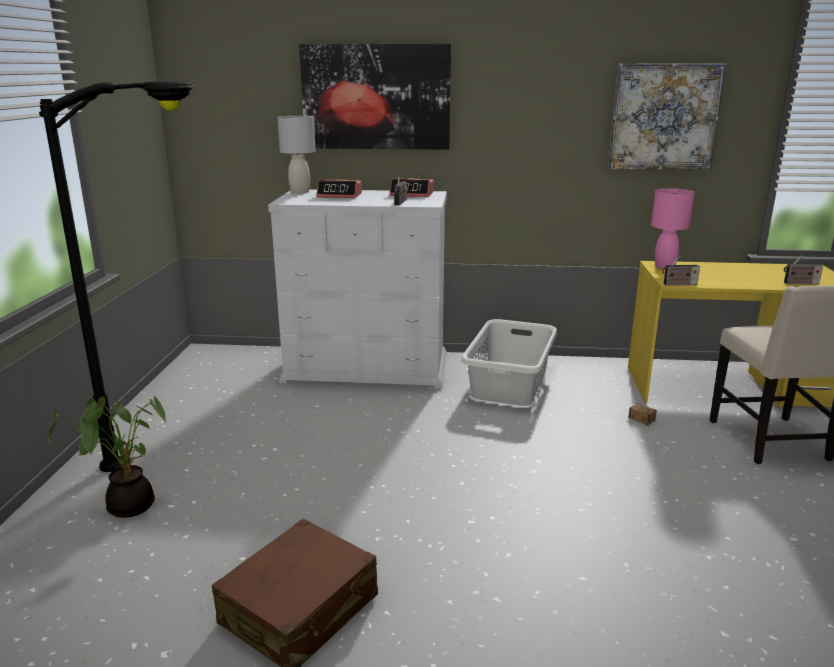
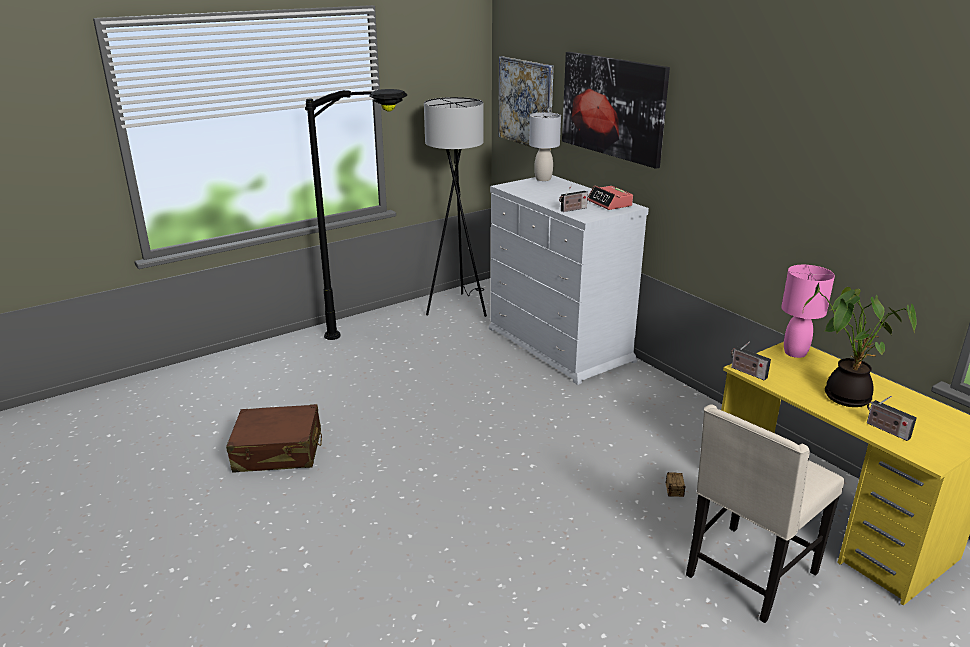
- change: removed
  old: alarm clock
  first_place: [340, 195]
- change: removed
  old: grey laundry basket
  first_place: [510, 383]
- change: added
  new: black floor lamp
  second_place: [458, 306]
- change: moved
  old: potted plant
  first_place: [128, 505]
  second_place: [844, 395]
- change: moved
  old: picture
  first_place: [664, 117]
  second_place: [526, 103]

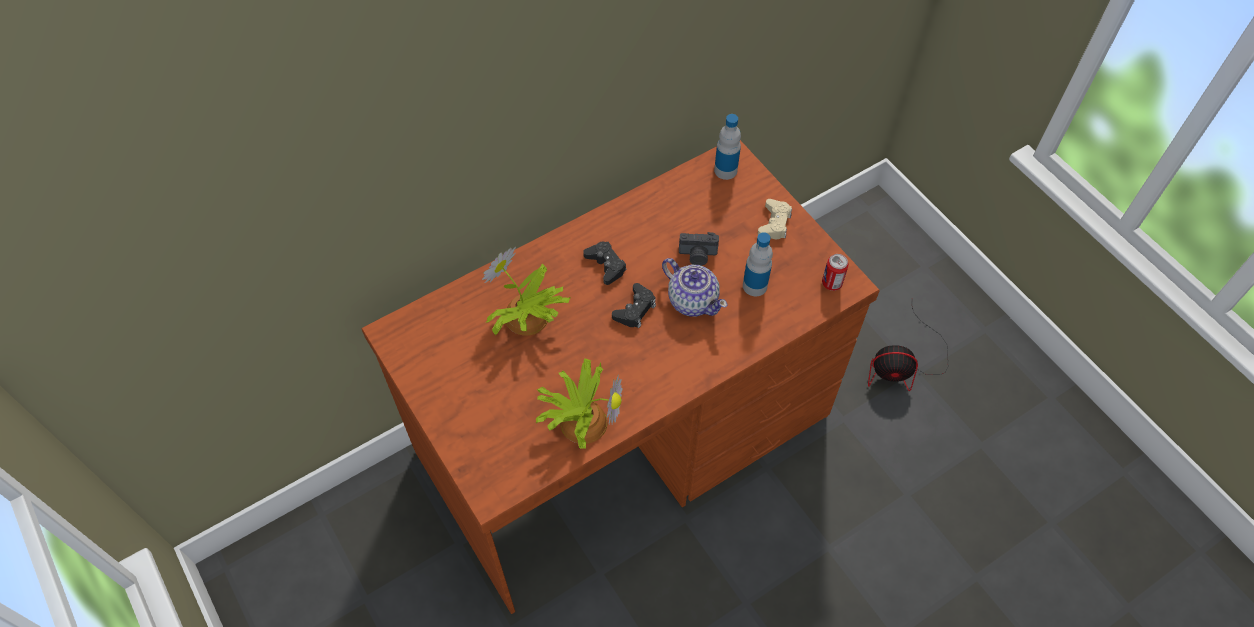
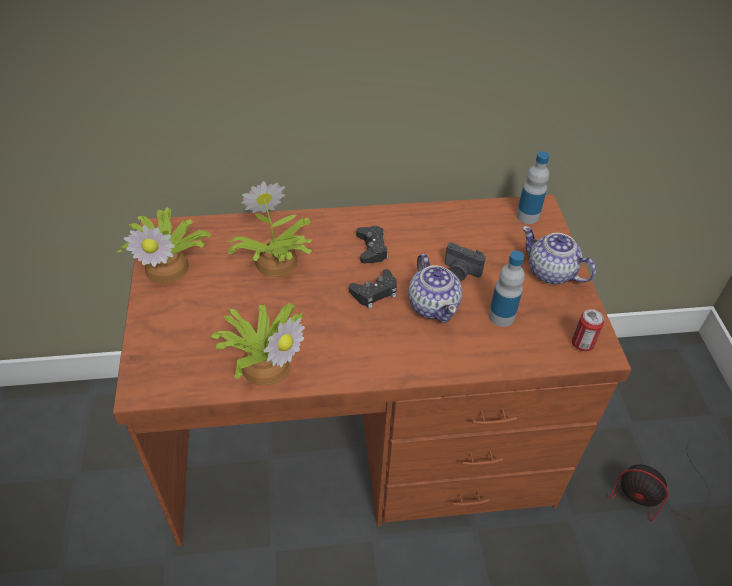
- change: added
  new: potted plant
  second_place: [169, 265]
- change: replaced
  old: beige game controller
  new: teapot
  first_place: [774, 223]
  second_place: [551, 273]

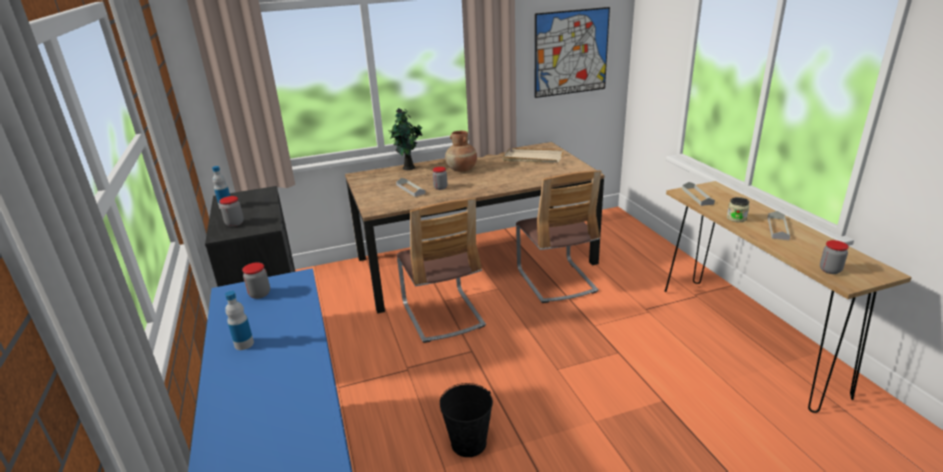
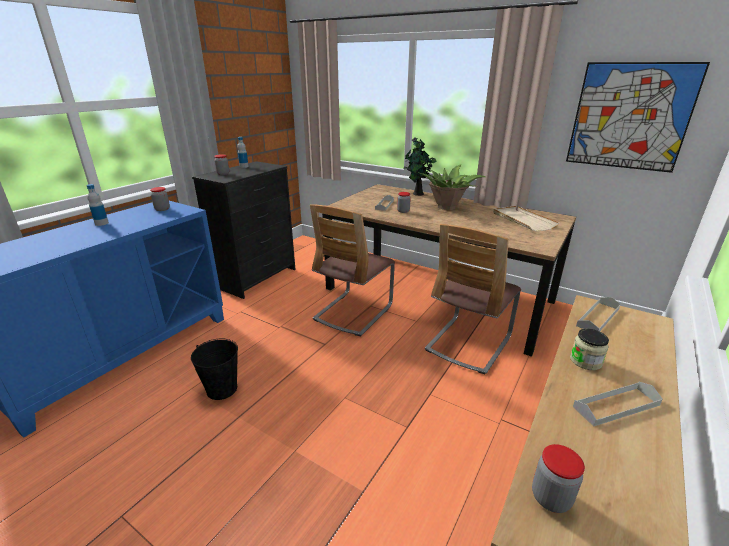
- change: replaced
  old: brown vase
  new: potted plant
  first_place: [461, 169]
  second_place: [447, 207]

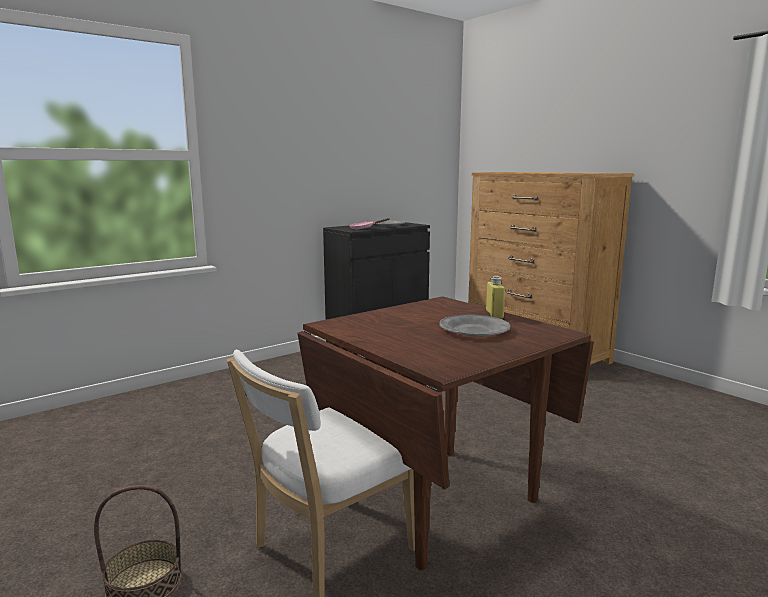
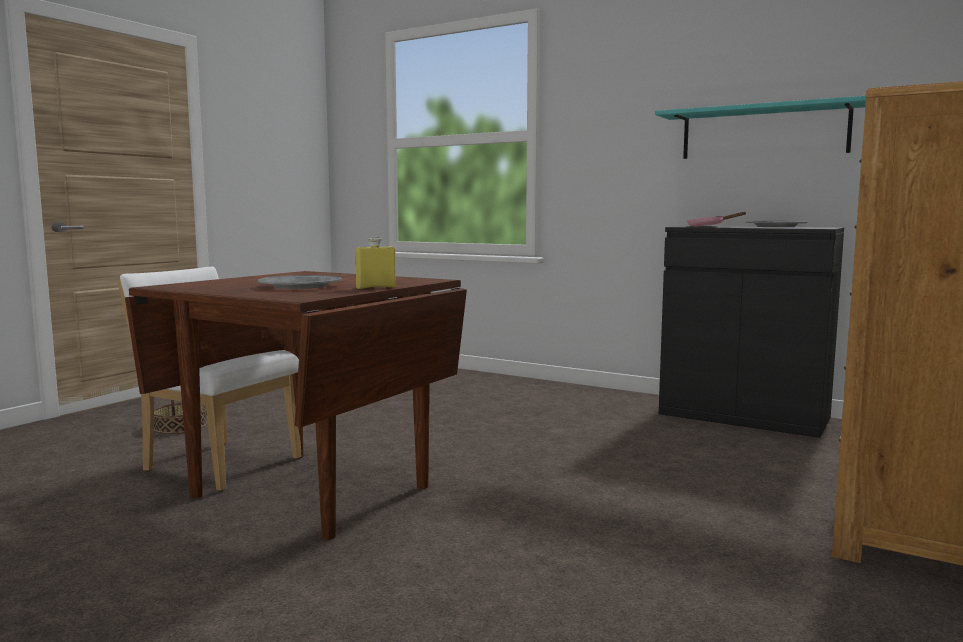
- change: added
  new: turquoise shelf
  second_place: [763, 132]

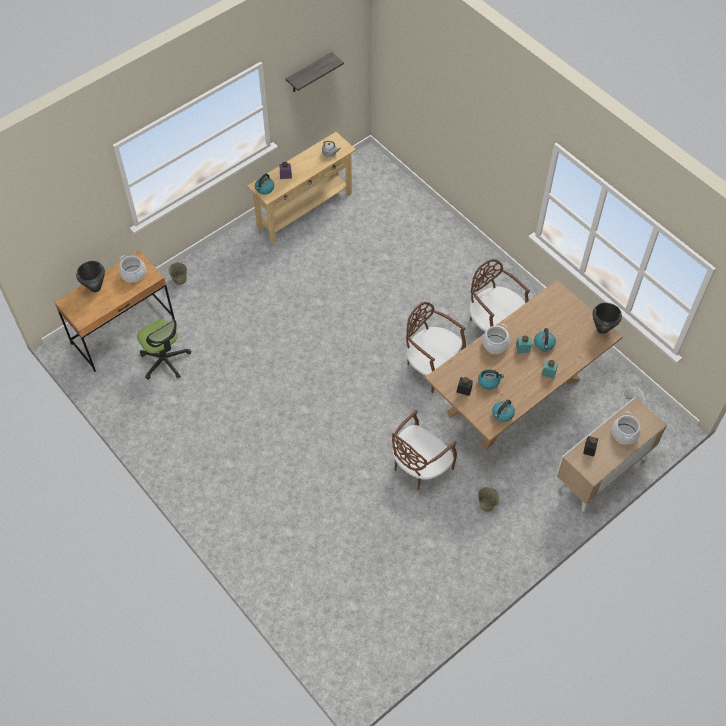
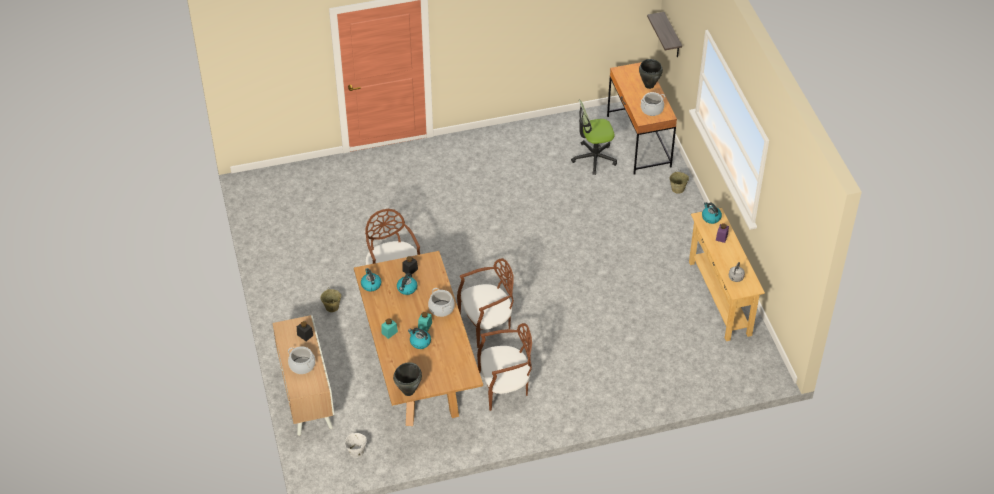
- change: moved
  old: shelf
  first_place: [309, 73]
  second_place: [672, 36]

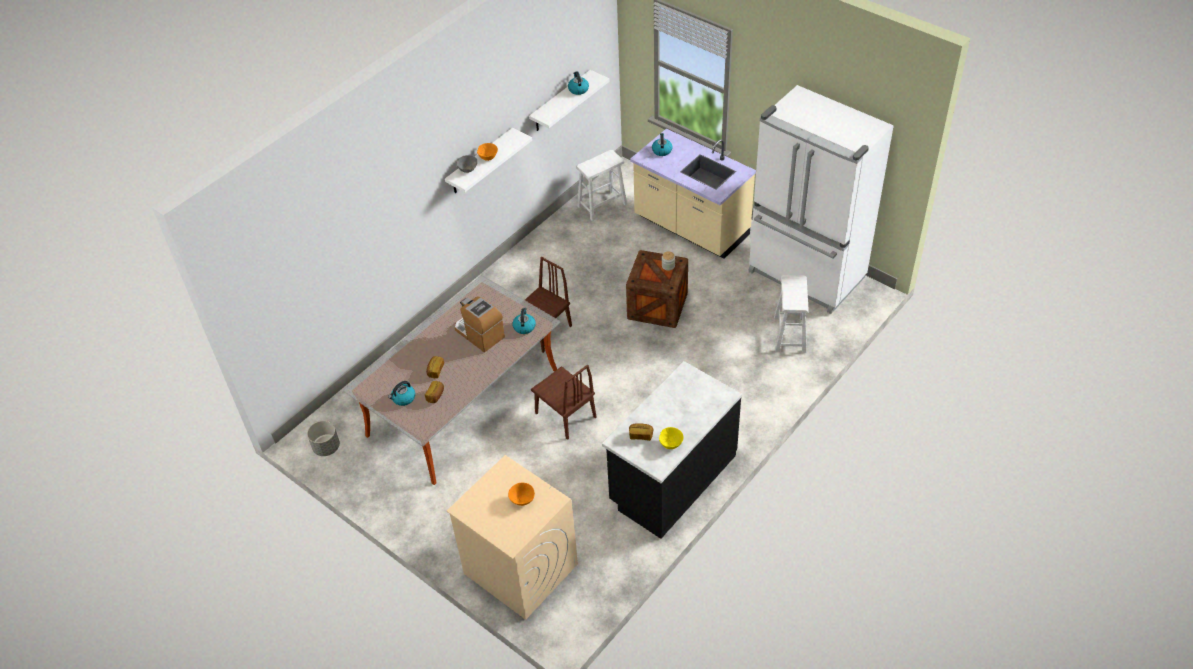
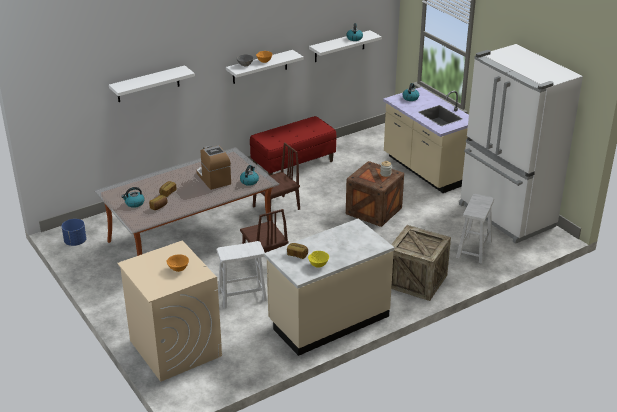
- change: added
  new: white shelf
  second_place: [148, 84]
- change: added
  new: red bench
  second_place: [293, 164]
- change: added
  new: crate
  second_place: [416, 281]
- change: moved
  old: white stool
  first_place: [602, 205]
  second_place: [242, 296]
- change: recoloured
  old: grey planter
  new: blue planter
  first_place: [326, 447]
  second_place: [75, 242]
- change: recoloured
  old: black counter
  new: beige counter
  first_place: [672, 479]
  second_place: [328, 319]

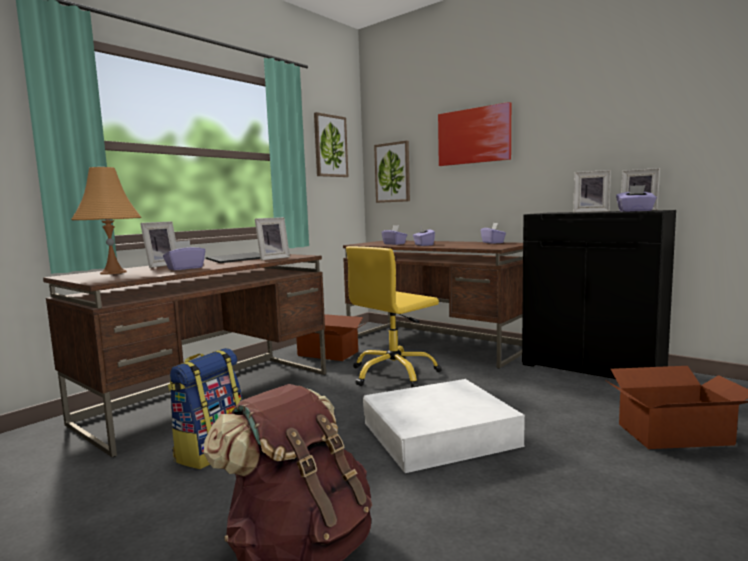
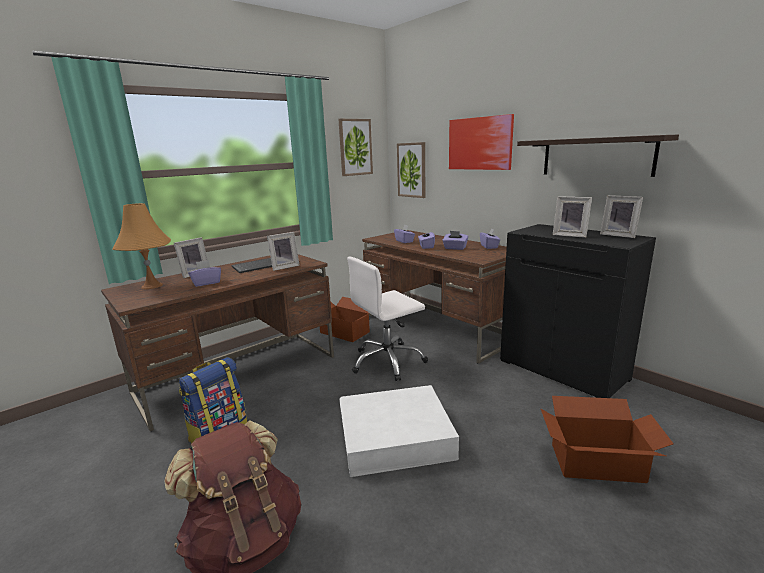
- change: added
  new: shelf
  second_place: [596, 156]
- change: moved
  old: purple tissue box
  first_place: [635, 211]
  second_place: [455, 248]
- change: recoloured
  old: yellow office chair
  new: white office chair
  first_place: [394, 374]
  second_place: [388, 362]

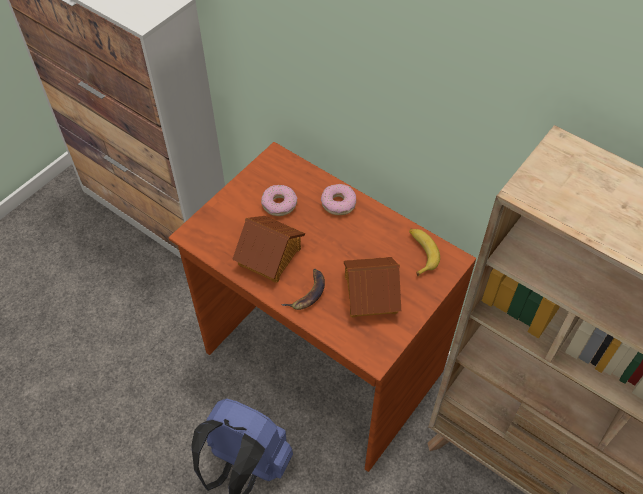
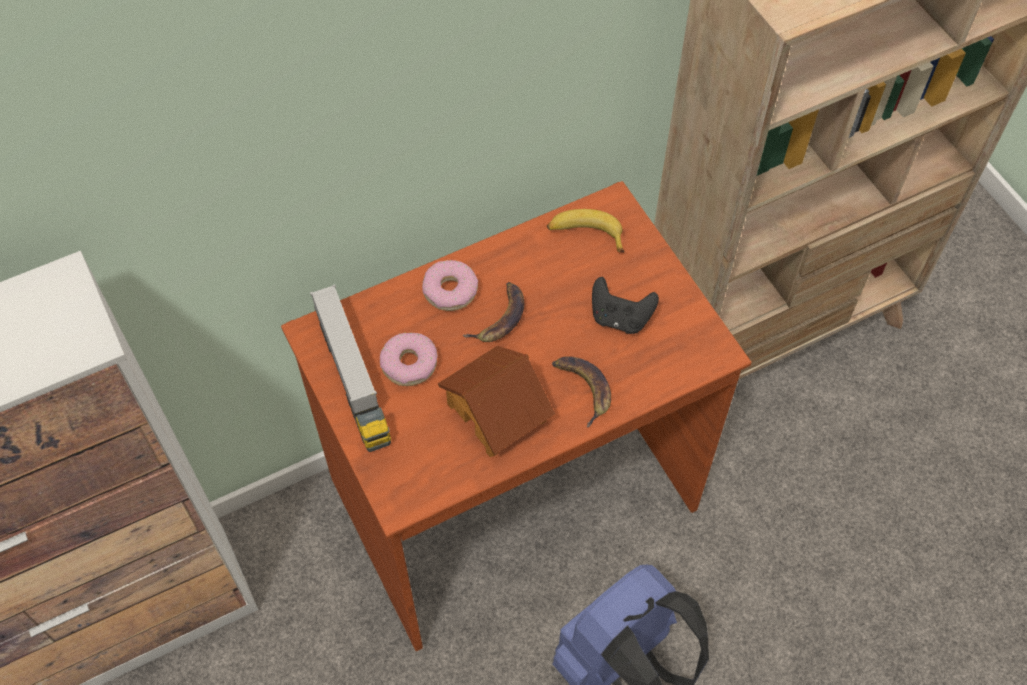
- change: added
  new: toy truck
  second_place: [353, 378]
- change: added
  new: banana
  second_place: [500, 317]
- change: replaced
  old: toy house
  new: black game controller
  first_place: [369, 294]
  second_place: [620, 318]

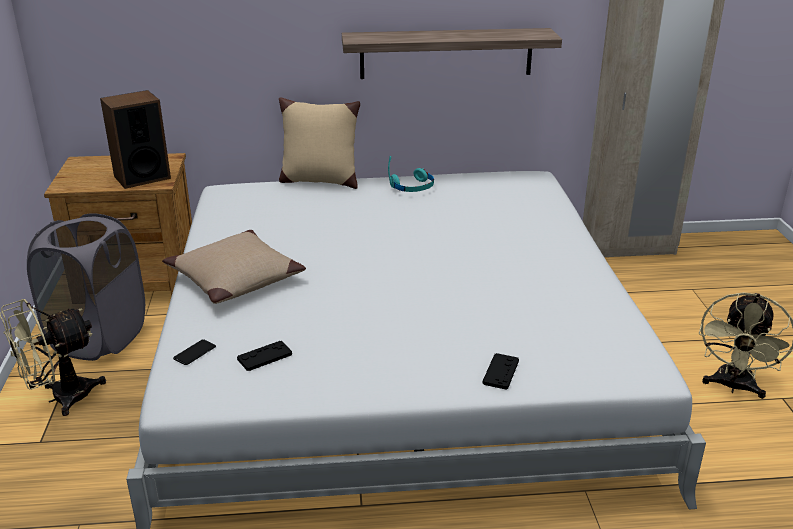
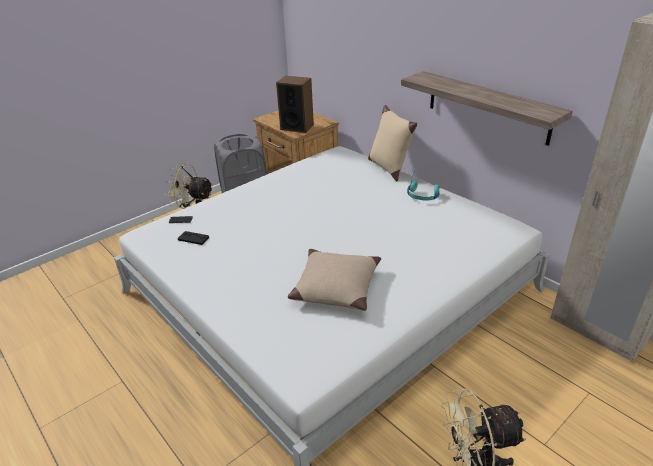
- change: removed
  old: black game controller
  first_place: [501, 372]
- change: moved
  old: beige pillow
  first_place: [234, 279]
  second_place: [335, 287]

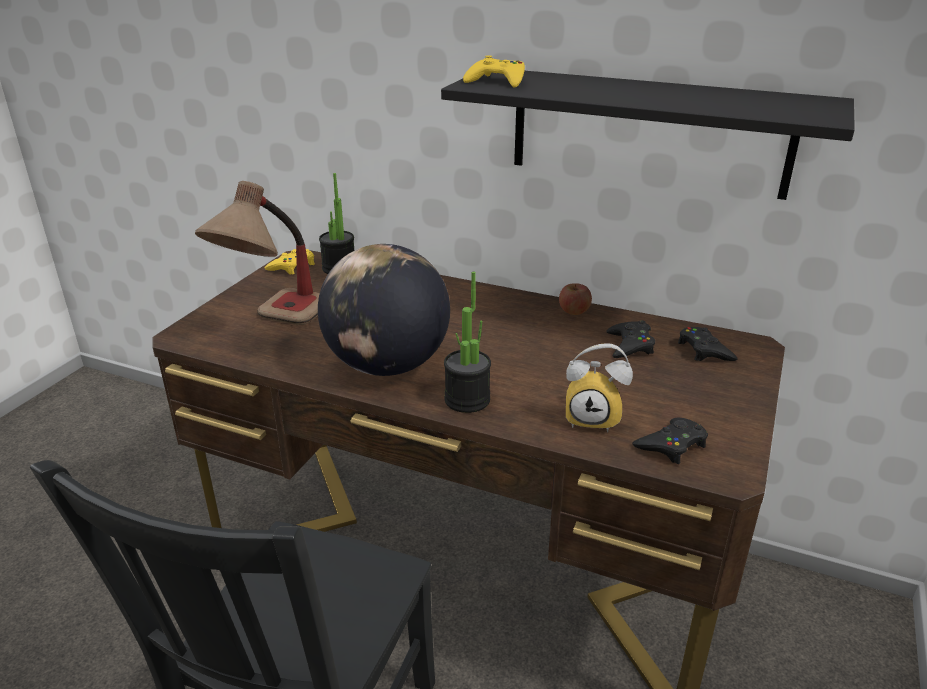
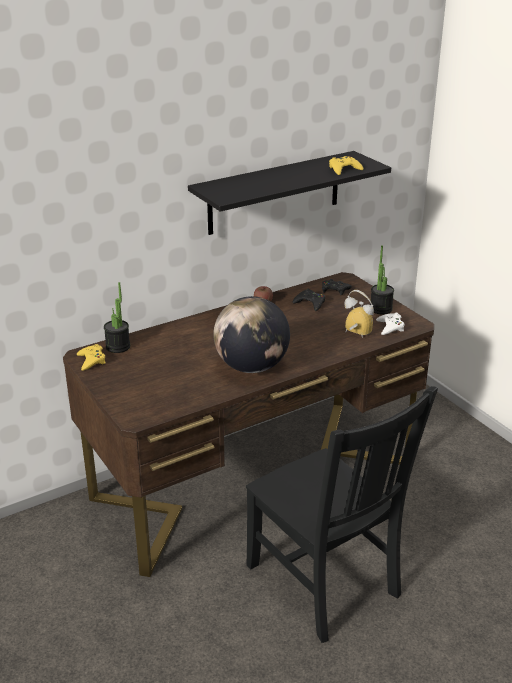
- change: removed
  old: table lamp
  first_place: [276, 325]
- change: moved
  old: potted plant
  first_place: [467, 400]
  second_place: [381, 309]
- change: moved
  old: yellow game controller
  first_place: [497, 81]
  second_place: [344, 169]
- change: recoloured
  old: black game controller
  new: white game controller
  first_place: [671, 445]
  second_place: [390, 327]
- change: turned
  old: alarm clock
  first_place: [594, 418]
  second_place: [355, 335]
  degrees: -105

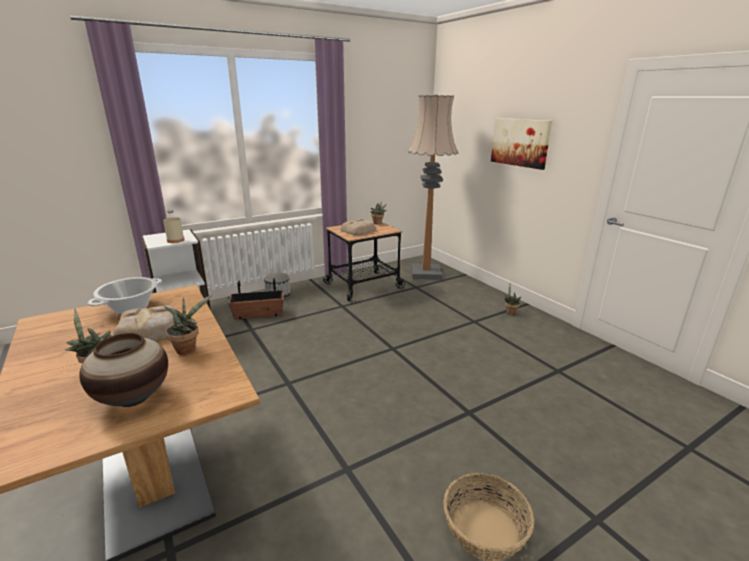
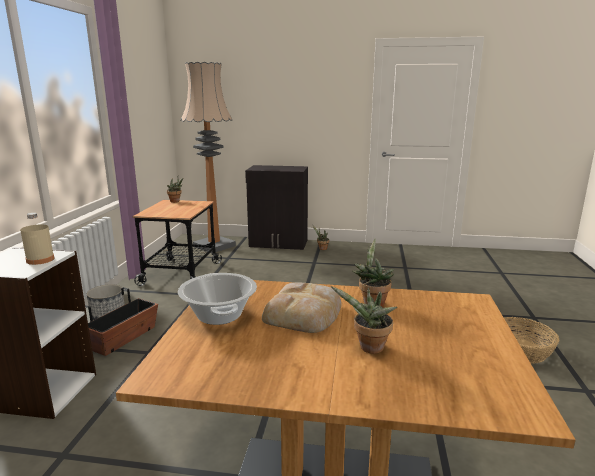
- change: removed
  old: vase
  first_place: [133, 398]
- change: removed
  old: bread
  first_place: [359, 230]
- change: removed
  old: picture
  first_place: [520, 142]
- change: added
  new: black cabinet
  second_place: [278, 244]

